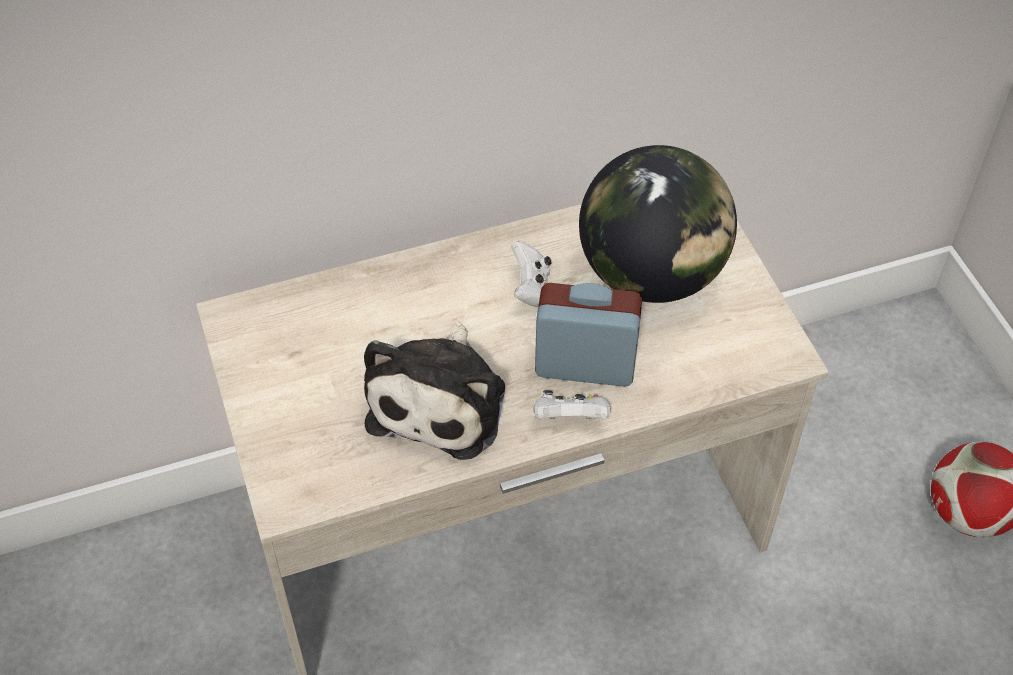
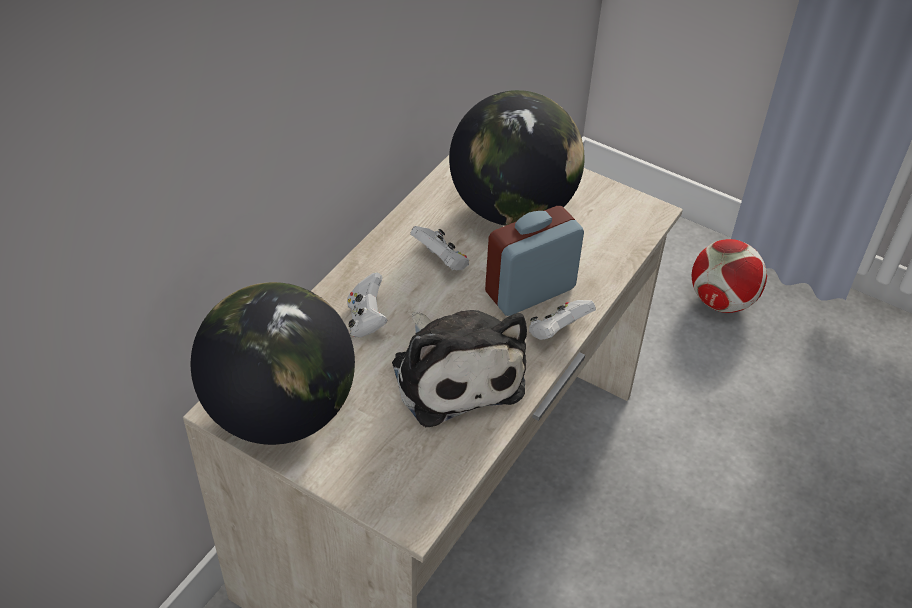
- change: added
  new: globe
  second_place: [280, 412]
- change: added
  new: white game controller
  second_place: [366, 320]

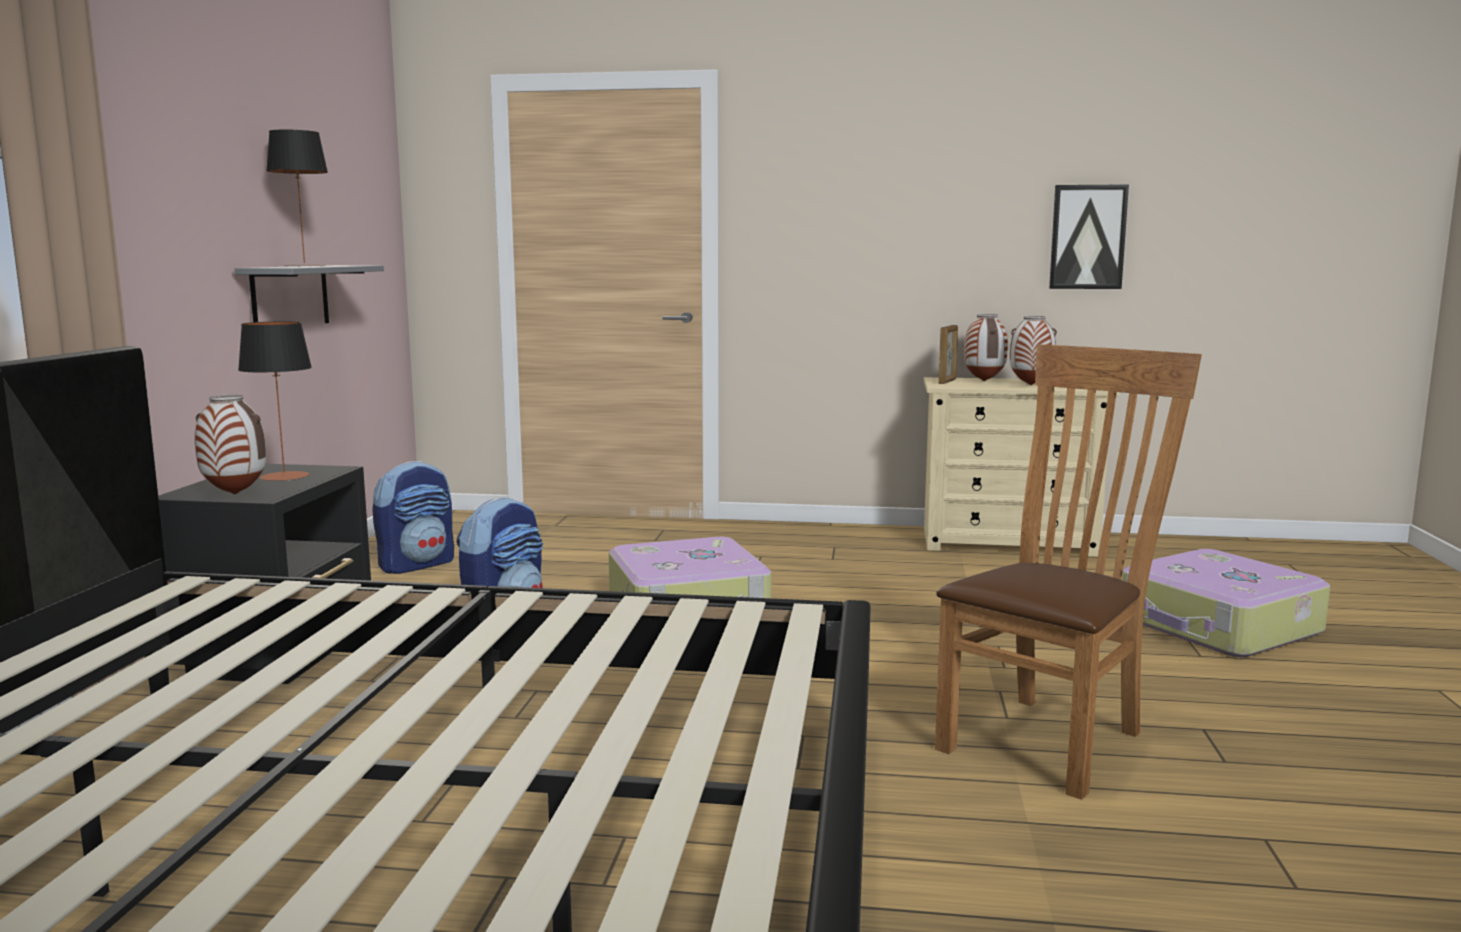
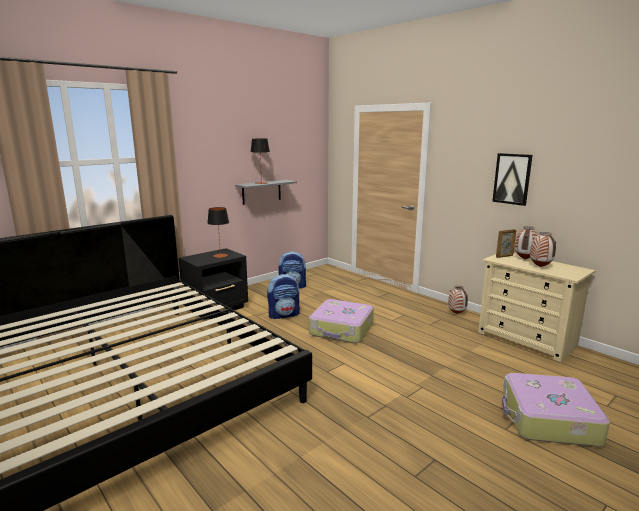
- change: removed
  old: brown chair
  first_place: [1050, 738]
- change: moved
  old: vase
  first_place: [236, 494]
  second_place: [457, 314]
- change: moved
  old: picture
  first_place: [1087, 237]
  second_place: [512, 179]

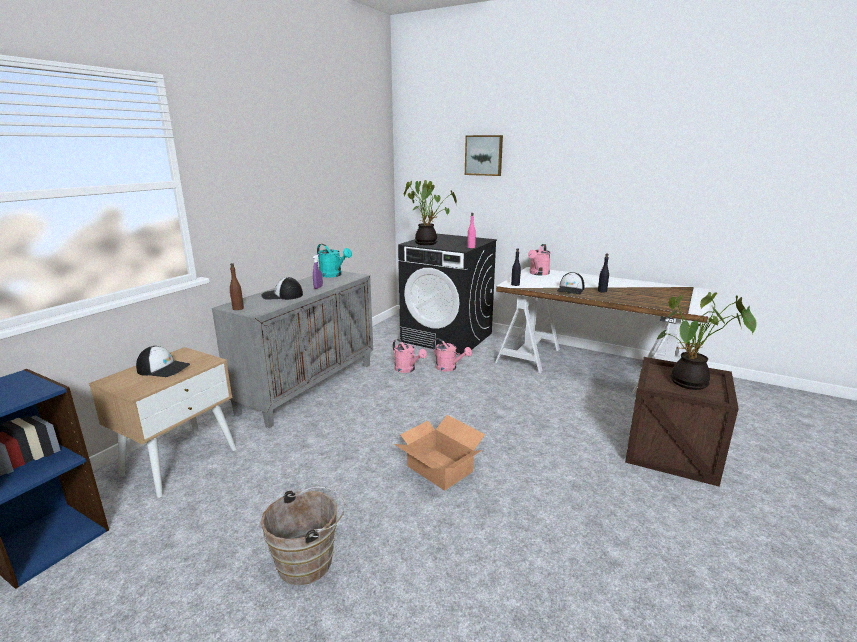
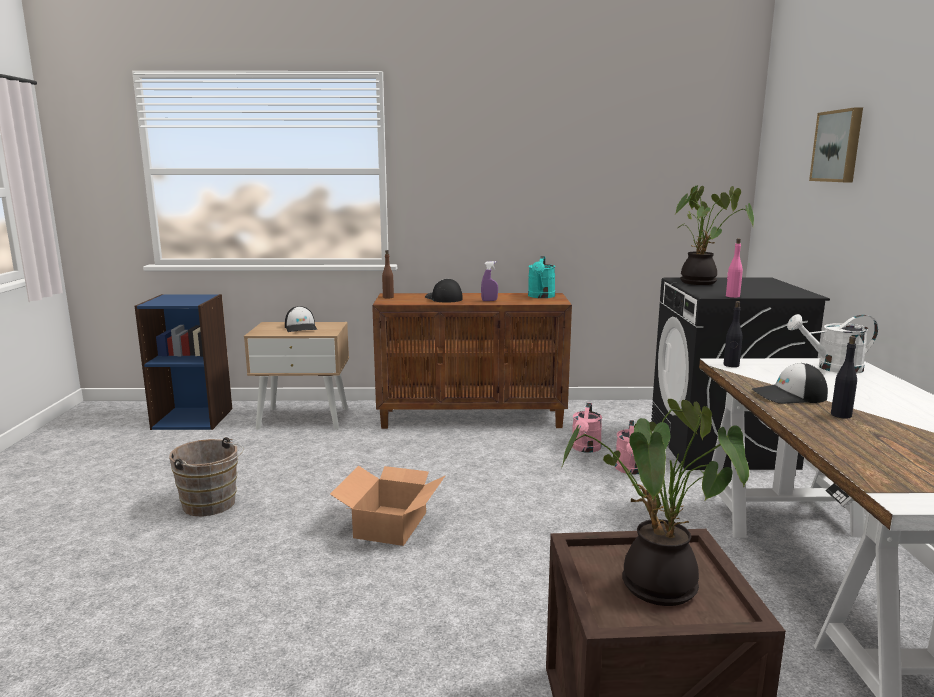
- change: recoloured
  old: grey cabinet
  new: brown cabinet
  first_place: [308, 387]
  second_place: [472, 418]
- change: recoloured
  old: pink watering can
  new: white watering can
  first_place: [538, 273]
  second_place: [832, 368]

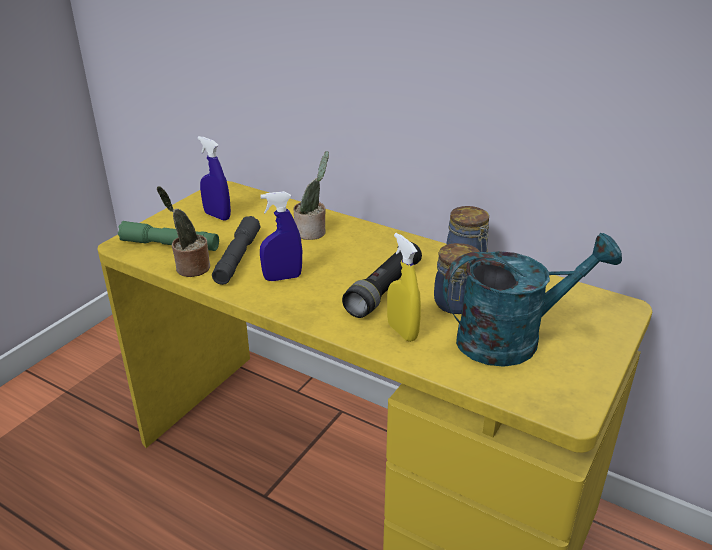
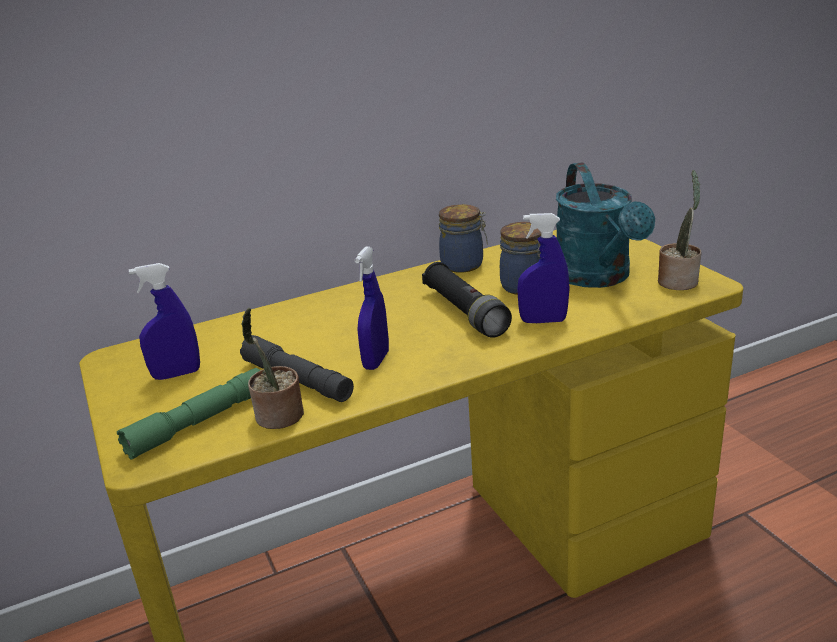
- change: moved
  old: potted plant
  first_place: [312, 232]
  second_place: [679, 281]
- change: recoloured
  old: yellow spray bottle
  new: blue spray bottle
  first_place: [402, 332]
  second_place: [543, 321]
- change: turned
  old: turquoise watering can
  first_place: [512, 338]
  second_place: [598, 278]
  degrees: 150

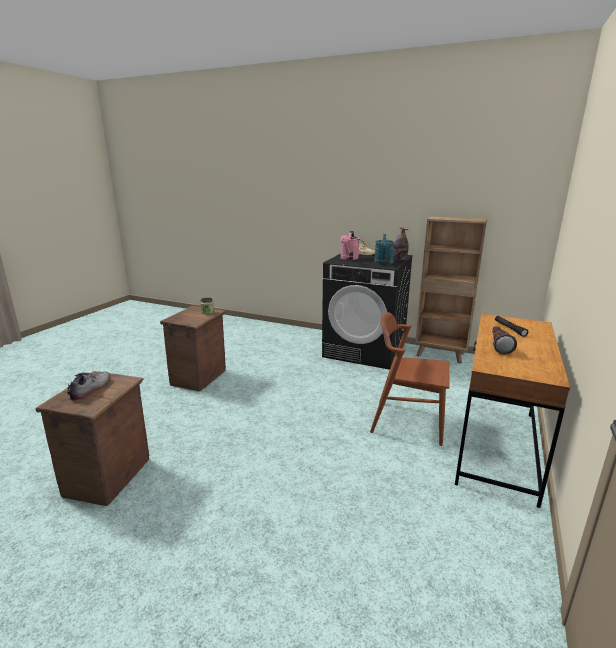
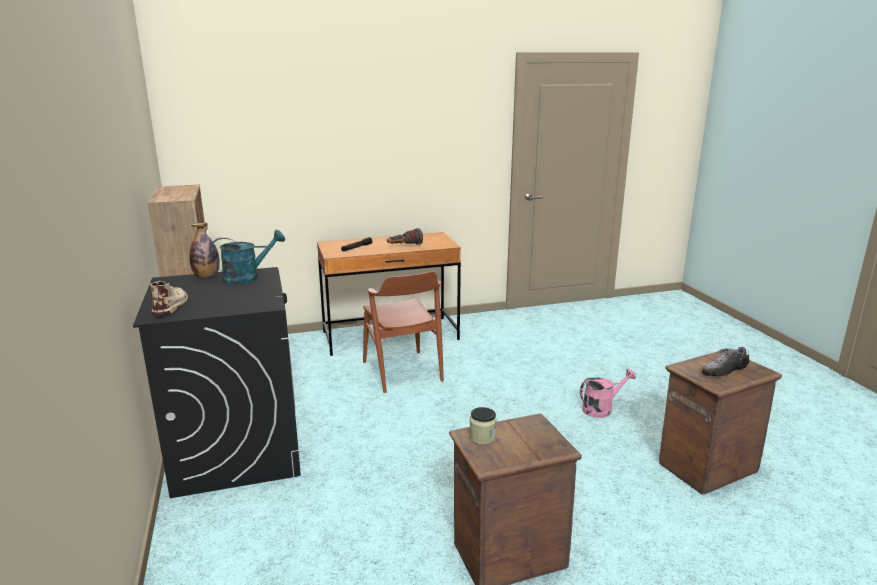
- change: moved
  old: pink watering can
  first_place: [348, 258]
  second_place: [601, 409]

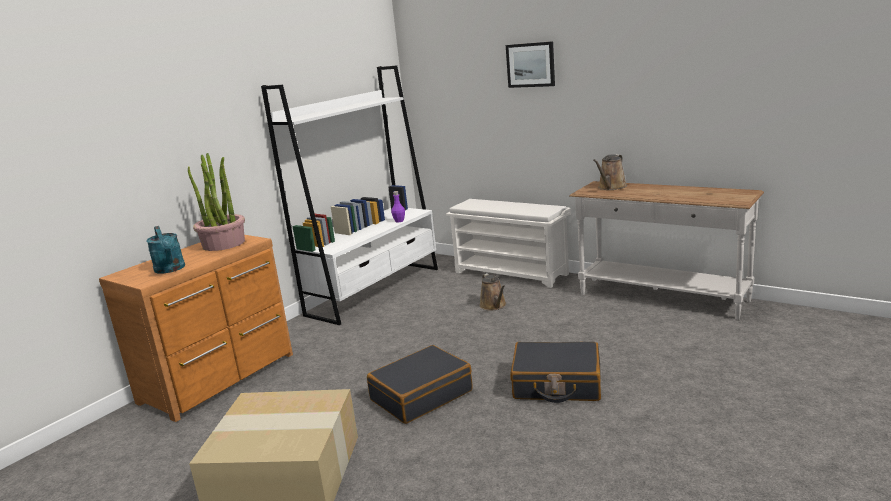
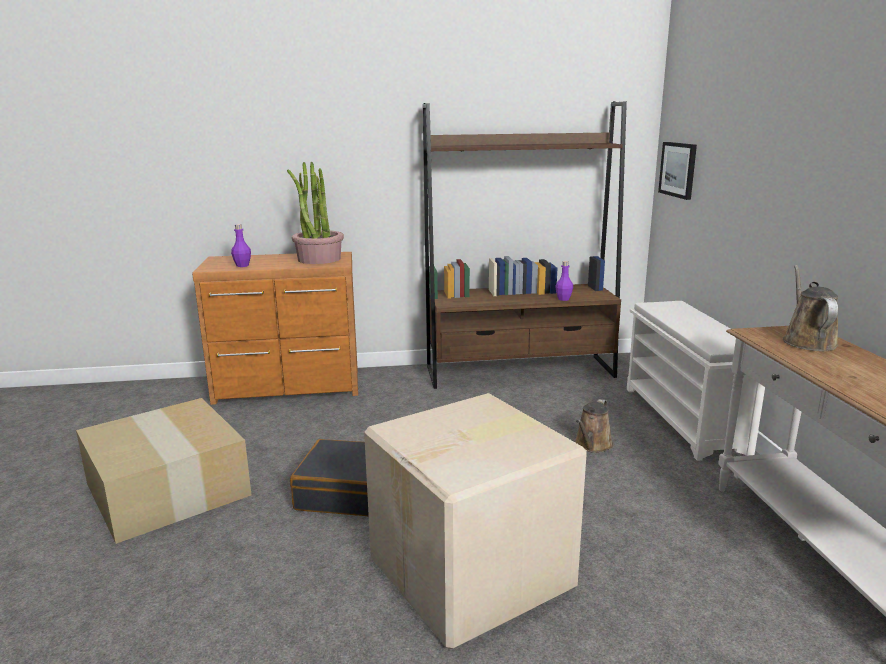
- change: moved
  old: picture
  first_place: [530, 65]
  second_place: [678, 169]
- change: replaced
  old: turquoise watering can
  new: purple bottle
  first_place: [171, 269]
  second_place: [242, 265]
- change: replaced
  old: black suitcase
  new: cardboard box
  first_place: [556, 384]
  second_place: [474, 573]
- change: recoloured
  old: white bookcase
  new: brown bookcase
  first_place: [375, 291]
  second_place: [520, 372]
- change: turned
  old: brown watering can
  first_place: [611, 187]
  second_place: [807, 341]
  degrees: 105

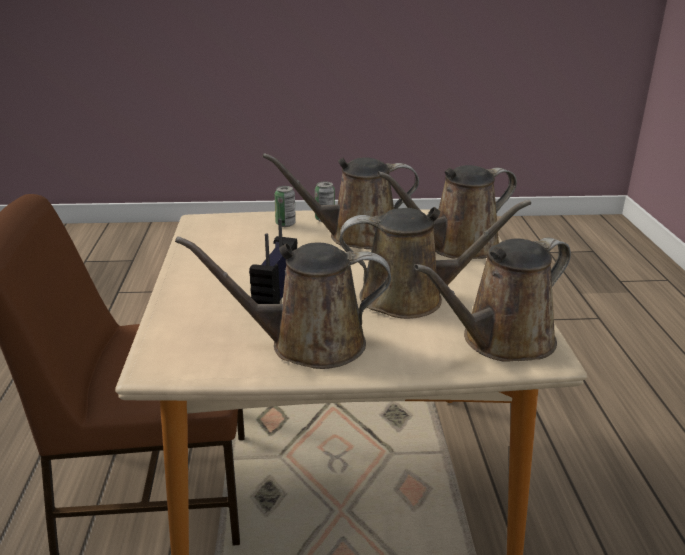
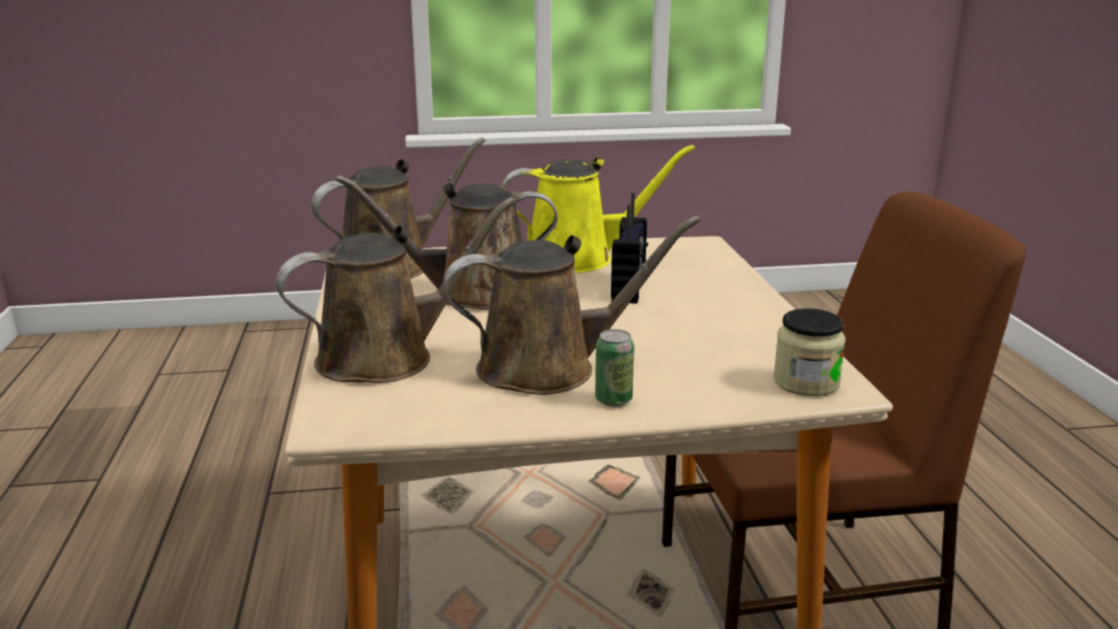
- change: removed
  old: can
  first_place: [285, 224]
- change: added
  new: jar
  second_place: [806, 382]
- change: recoloured
  old: brown watering can
  new: yellow watering can
  first_place: [308, 344]
  second_place: [578, 258]

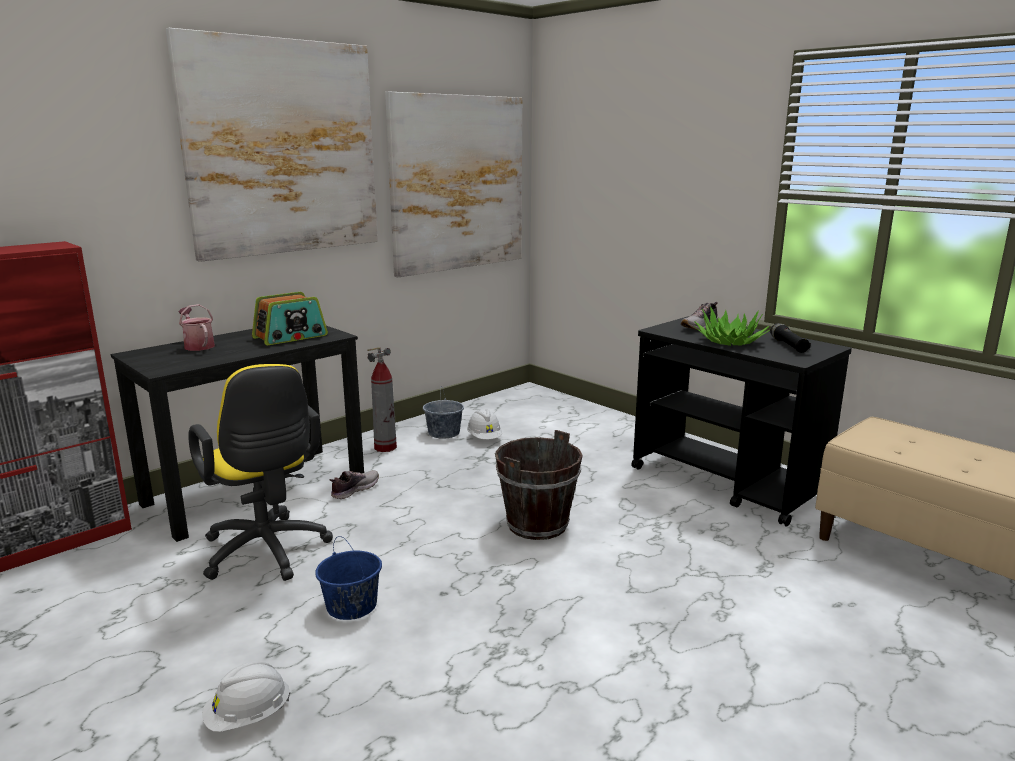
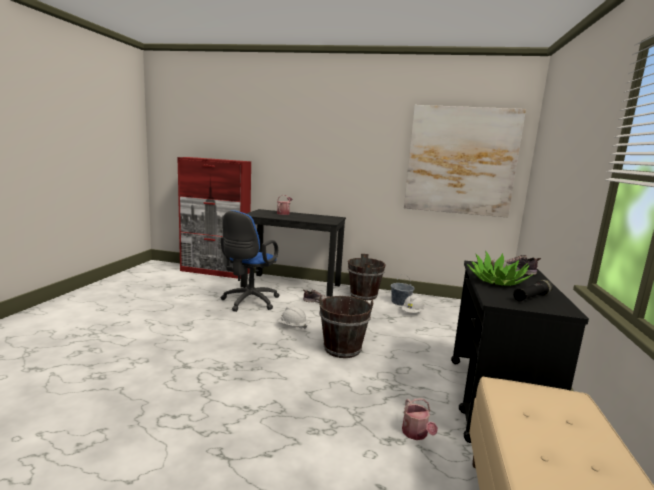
- change: removed
  old: picture
  first_place: [283, 148]
- change: removed
  old: radio
  first_place: [290, 337]
- change: removed
  old: blue bucket
  first_place: [352, 606]
- change: added
  new: watering can
  second_place: [416, 434]
- change: moved
  old: white hard hat
  first_place: [248, 717]
  second_place: [292, 326]
- change: replaced
  old: fire extinguisher
  new: brown bucket
  first_place: [385, 447]
  second_place: [363, 295]
- change: recoloured
  old: yellow office chair
  new: blue office chair
  first_place: [267, 553]
  second_place: [248, 302]

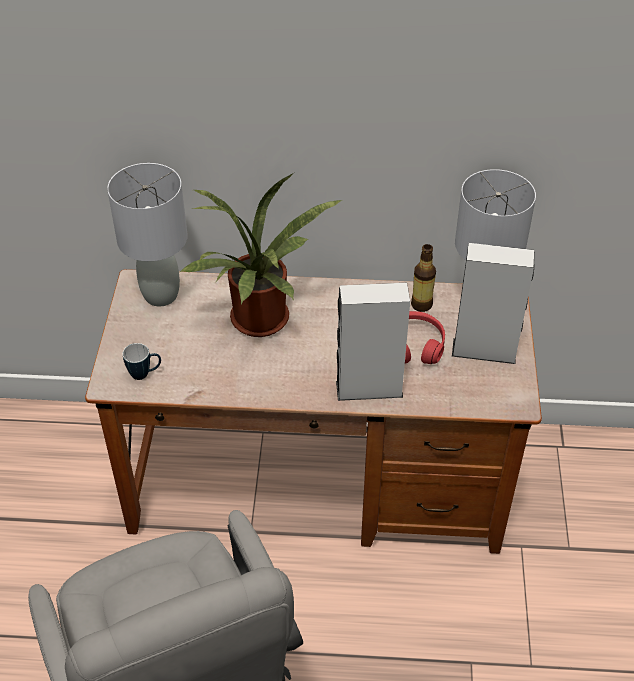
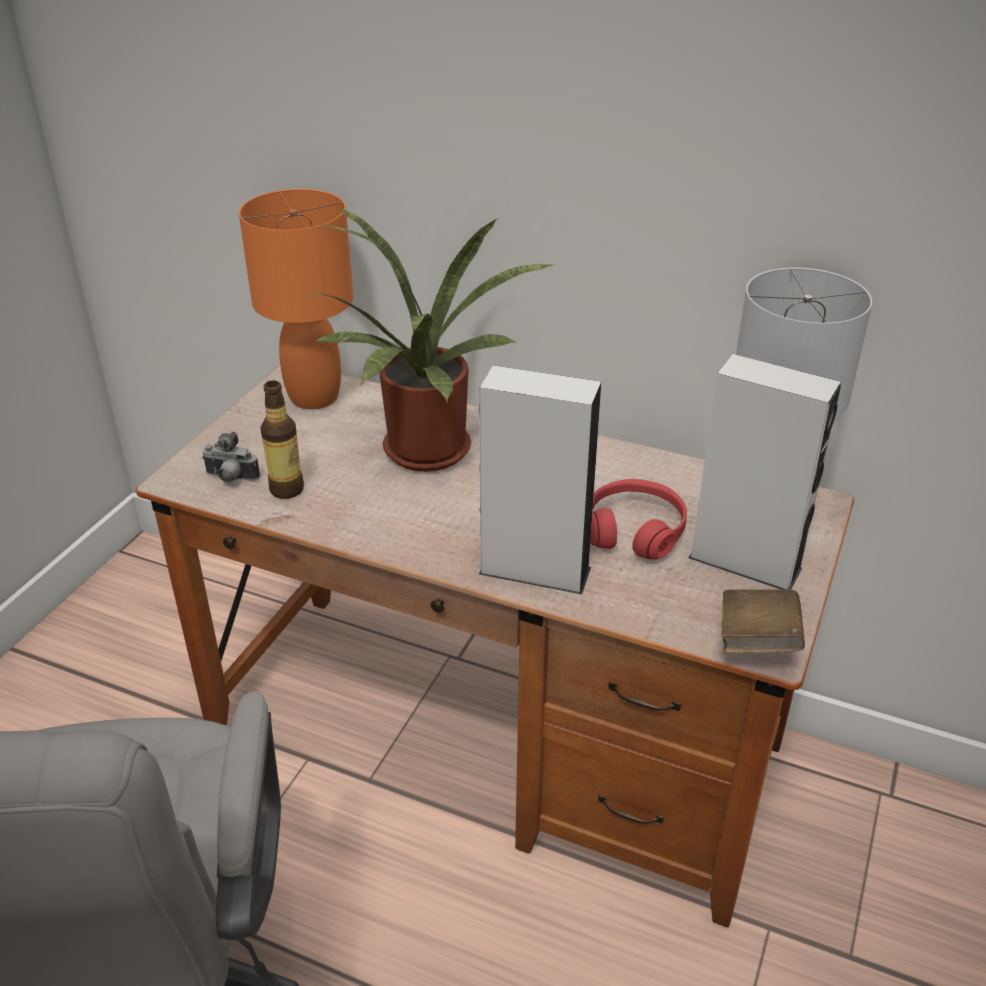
- change: added
  new: brown book
  second_place: [756, 641]
- change: moved
  old: bottle
  first_place: [421, 304]
  second_place: [287, 489]
- change: replaced
  old: mug
  new: photo camera
  first_place: [145, 374]
  second_place: [230, 479]
- change: recoloured
  old: grey table lamp
  new: orange table lamp
  first_place: [161, 295]
  second_place: [313, 398]

